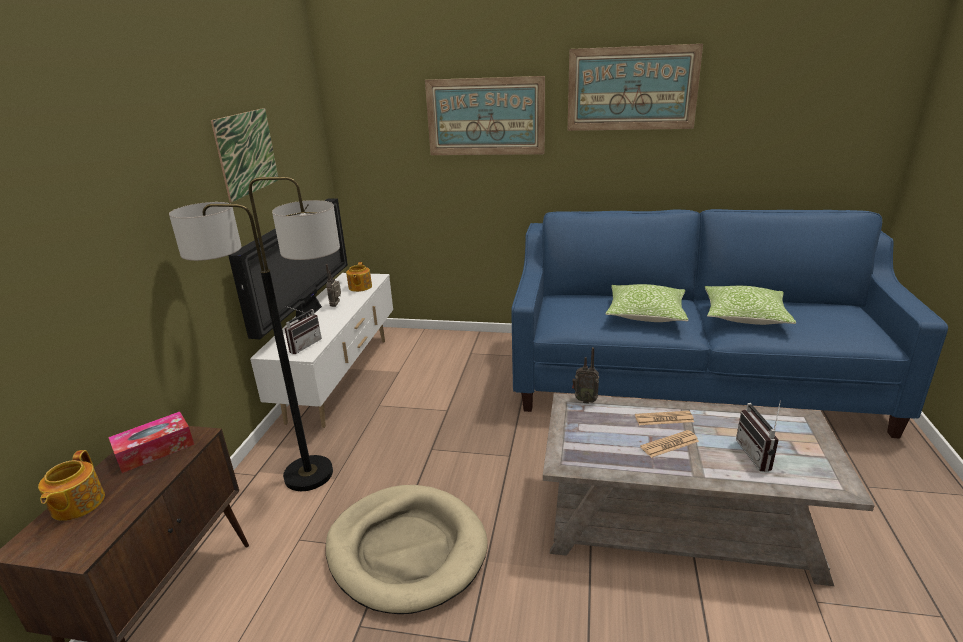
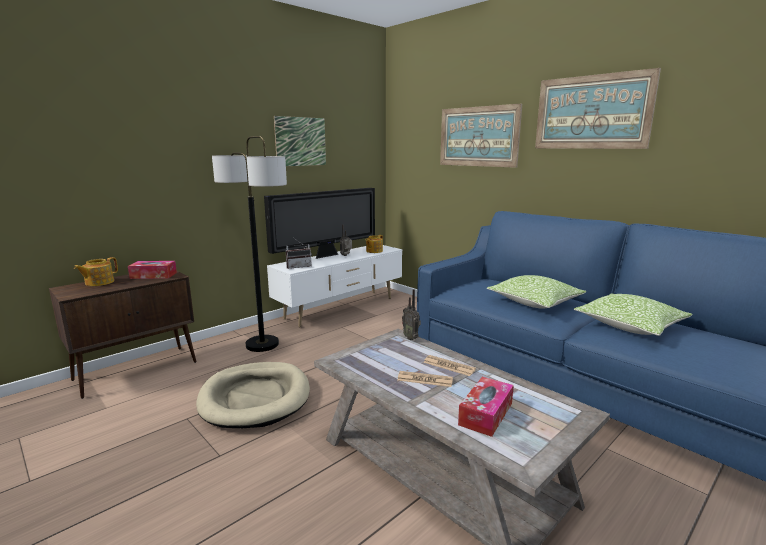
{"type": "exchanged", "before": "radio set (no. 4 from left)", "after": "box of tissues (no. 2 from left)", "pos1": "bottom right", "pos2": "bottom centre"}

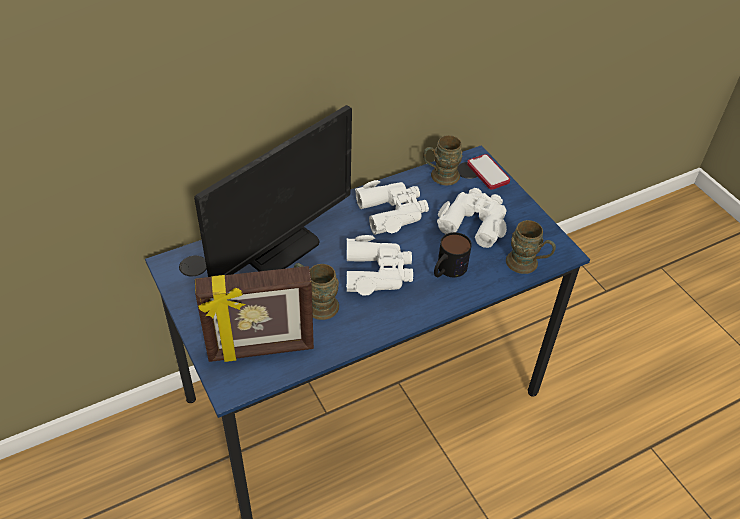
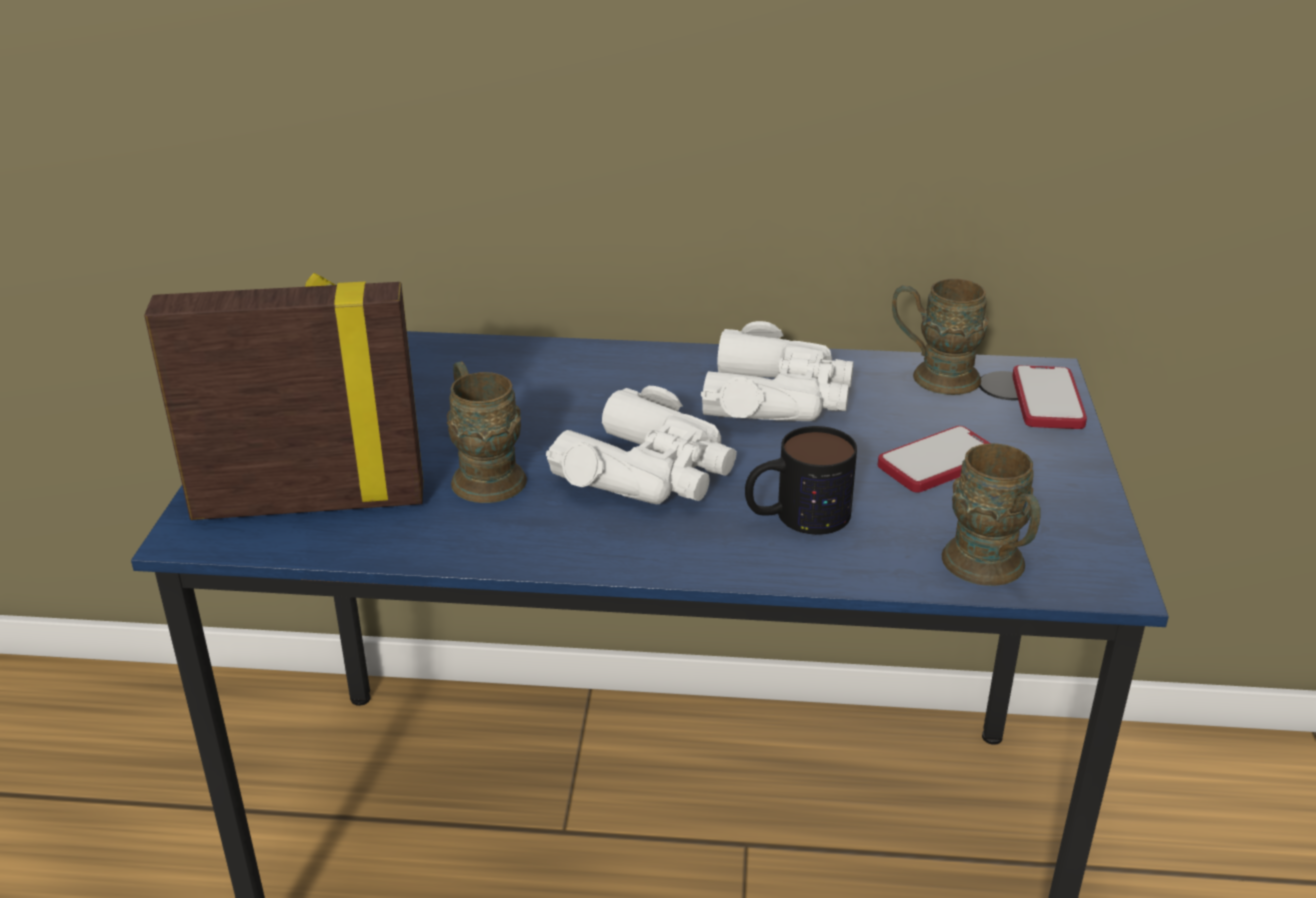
{"type": "missing", "before": "computer display", "pos1": "centre"}
{"type": "spun", "before": "standing frame", "pos1": "centre", "pos2": "middle left", "turn": 150}
{"type": "exchanged", "before": "binoculars/white-coloured (no. 3 from left)", "after": "phone (no. 1 from left)", "pos1": "centre", "pos2": "middle right"}

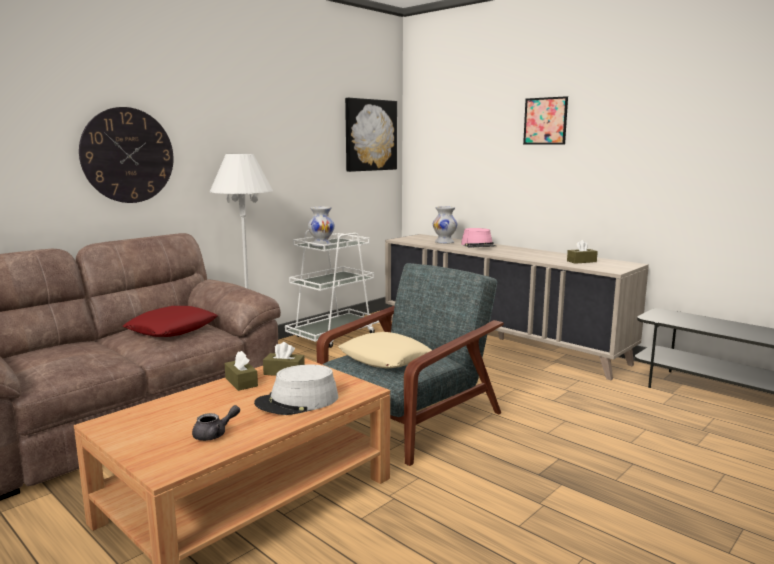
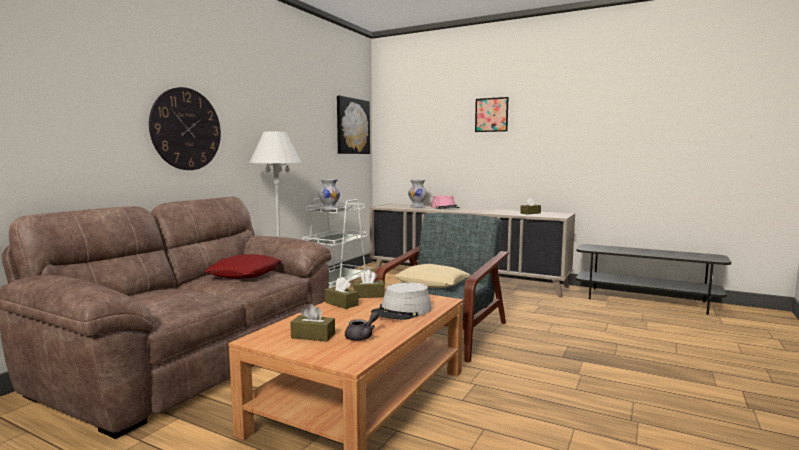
{"type": "appeared", "after": "box of tissues/brown-coloured (no. 1 from left)", "pos2": "bottom centre"}

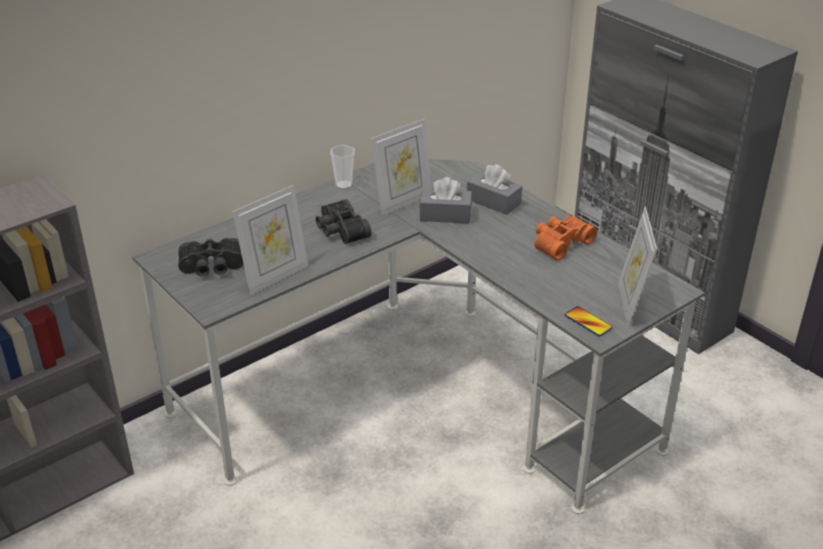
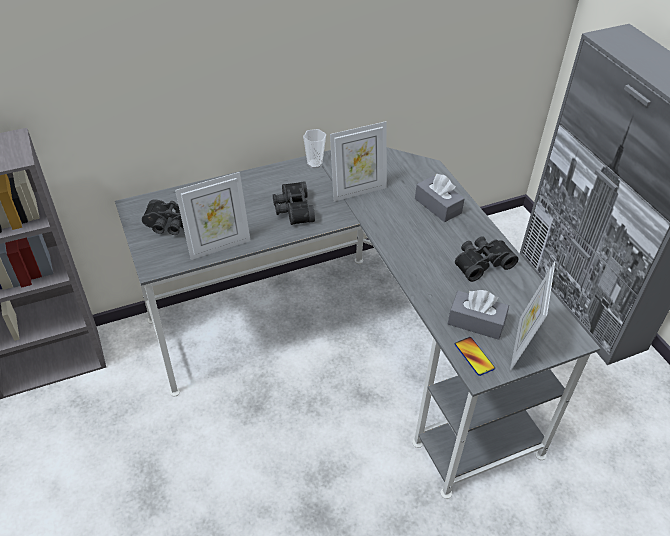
{"type": "relocated", "before": "box of tissues/gray (no. 1 from left in the first image)", "after": "box of tissues/gray (no. 2 from left)", "pos1": "centre", "pos2": "middle right"}
{"type": "colour", "before": "binoculars/orangey", "after": "binoculars/black-coloured (no. 3 from left)", "pos1": "middle right", "pos2": "middle right"}

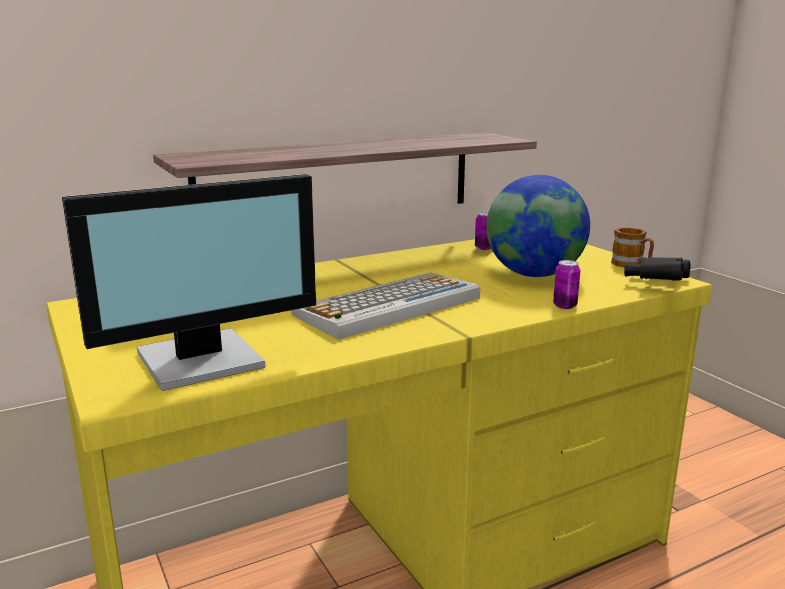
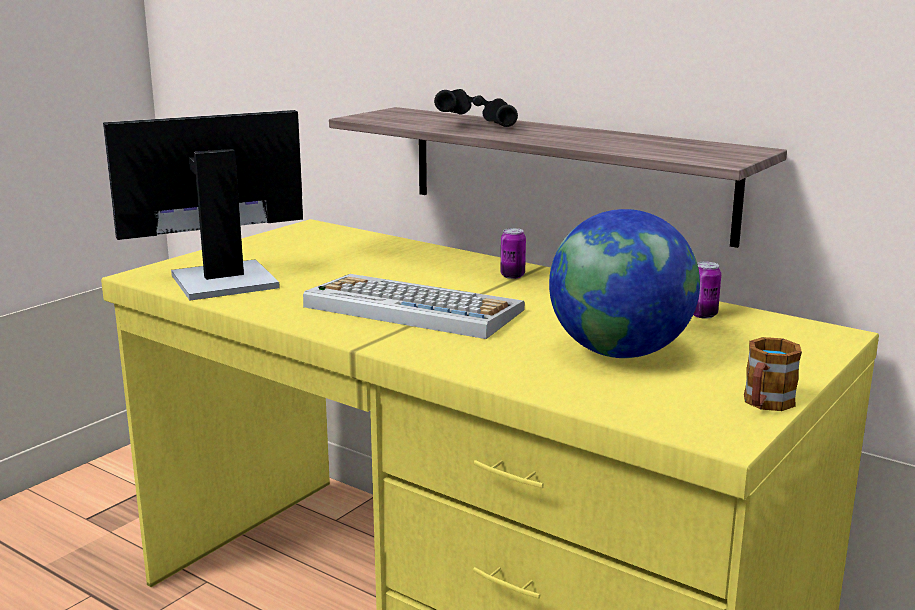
{"type": "spun", "before": "computer display", "pos1": "middle left", "pos2": "middle left", "turn": 120}
{"type": "relocated", "before": "can (no. 2 from left in the first image)", "after": "can (no. 1 from left)", "pos1": "middle right", "pos2": "centre"}
{"type": "relocated", "before": "binoculars/black-coloured", "pos1": "middle right", "pos2": "top centre"}

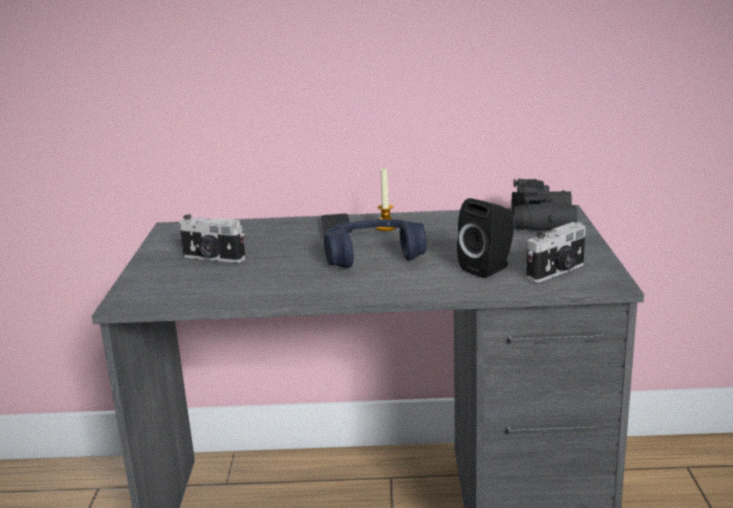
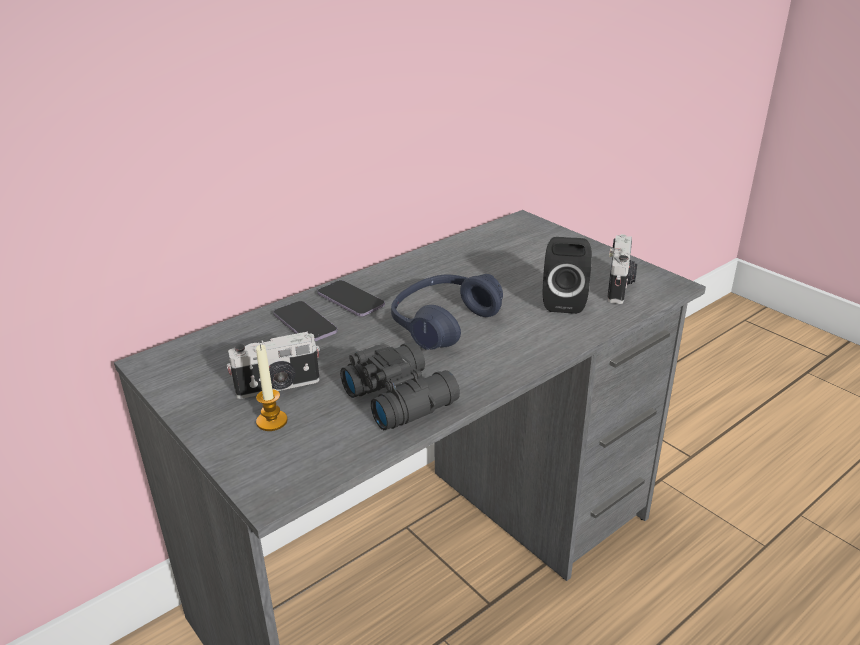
{"type": "relocated", "before": "candle", "pos1": "centre", "pos2": "middle left"}
{"type": "relocated", "before": "binoculars/black-coloured", "pos1": "middle right", "pos2": "centre"}
{"type": "appeared", "after": "phone (no. 1 from left)", "pos2": "centre"}

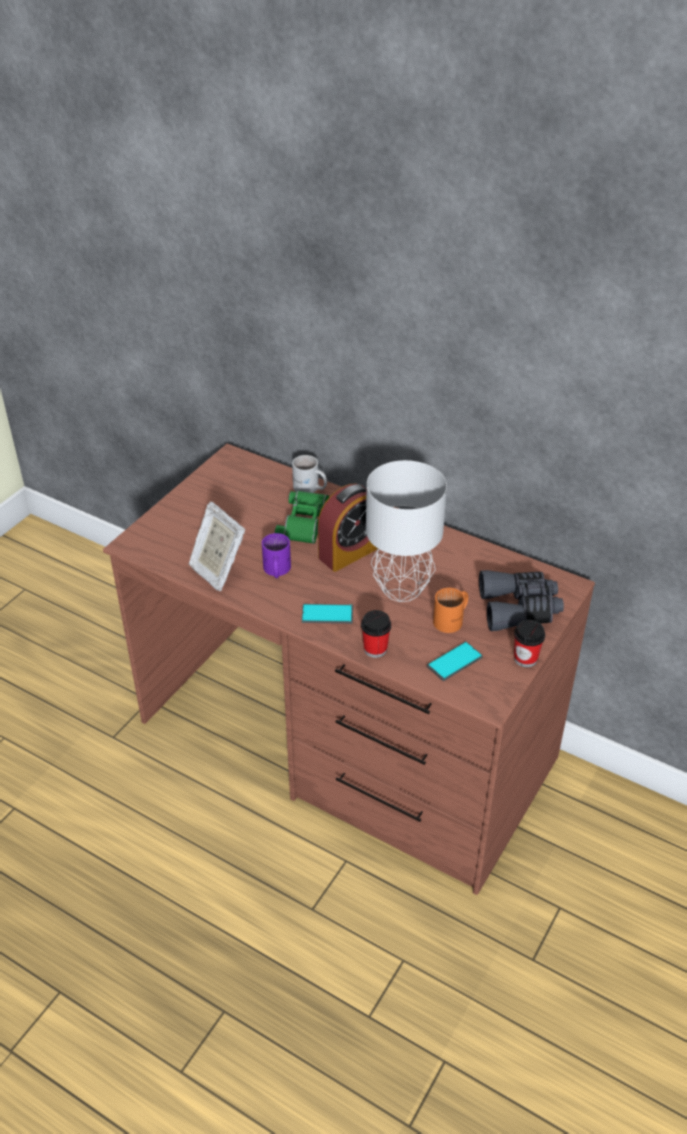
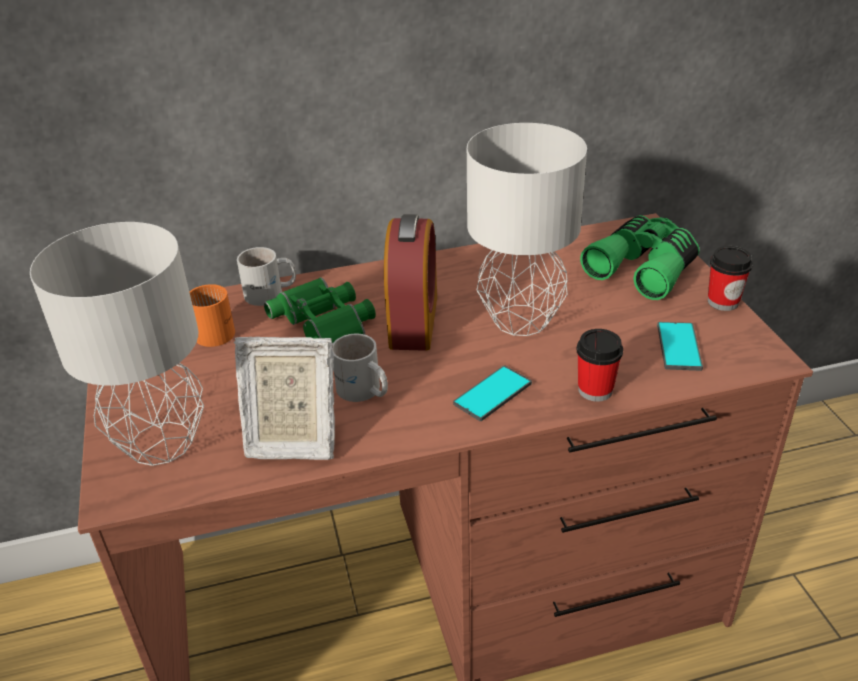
{"type": "colour", "before": "coffee mug/purplish", "after": "coffee mug/white-coloured (no. 2 from left)", "pos1": "centre", "pos2": "centre"}
{"type": "relocated", "before": "coffee mug/orangey", "pos1": "centre", "pos2": "middle left"}
{"type": "colour", "before": "binoculars/gray", "after": "binoculars/greenish (no. 2 from left)", "pos1": "middle right", "pos2": "middle right"}
{"type": "appeared", "after": "tabletop lamp/gray (no. 1 from left)", "pos2": "middle left"}

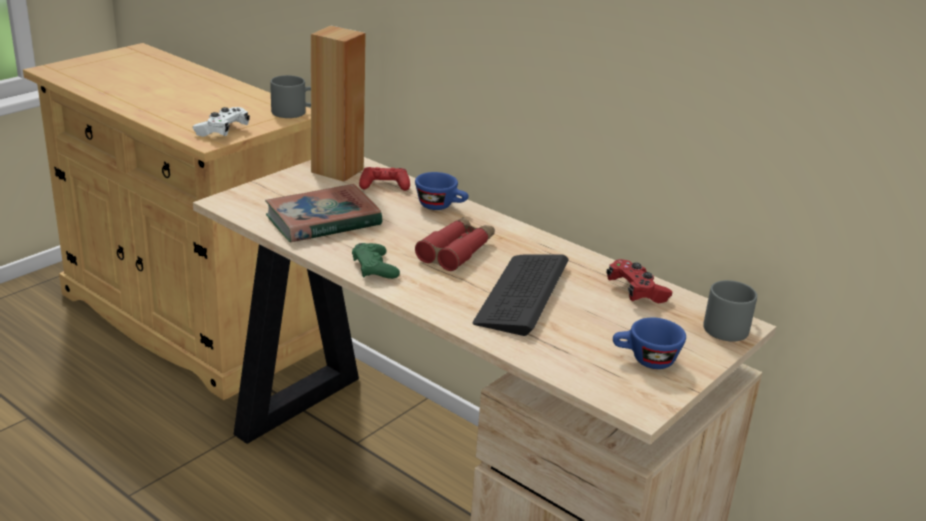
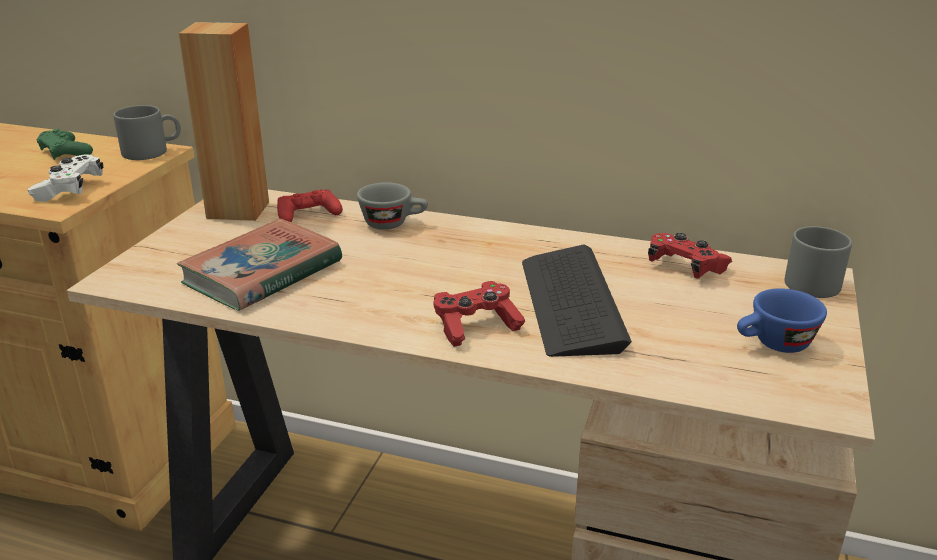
{"type": "relocated", "before": "game controller/greenish", "pos1": "centre", "pos2": "top left"}
{"type": "colour", "before": "drinking cup/blue-coloured (no. 1 from left)", "after": "drinking cup/gray", "pos1": "centre", "pos2": "centre"}
{"type": "missing", "before": "binoculars/red-coloured", "pos1": "centre"}
{"type": "appeared", "after": "game controller/red-coloured (no. 2 from left)", "pos2": "centre"}

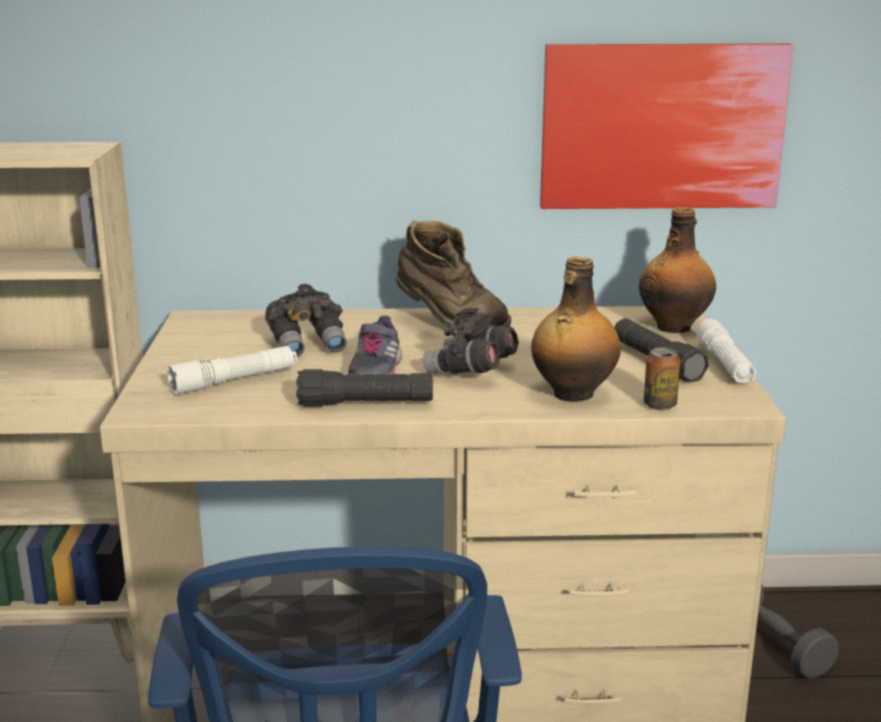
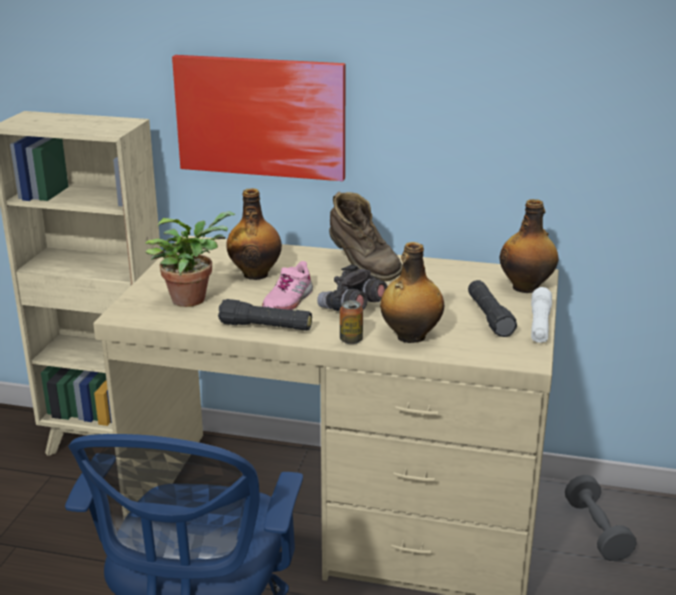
{"type": "exchanged", "before": "torch/white-coloured (no. 1 from left)", "after": "houseplant", "pos1": "middle left", "pos2": "middle left"}
{"type": "exchanged", "before": "binoculars/gray (no. 1 from left)", "after": "drink bottle (no. 1 from left)", "pos1": "centre", "pos2": "centre"}
{"type": "colour", "before": "low shoe/gray", "after": "low shoe/pink", "pos1": "centre", "pos2": "centre"}
{"type": "relocated", "before": "wall art", "pos1": "top right", "pos2": "top centre"}
{"type": "relocated", "before": "can", "pos1": "middle right", "pos2": "centre"}

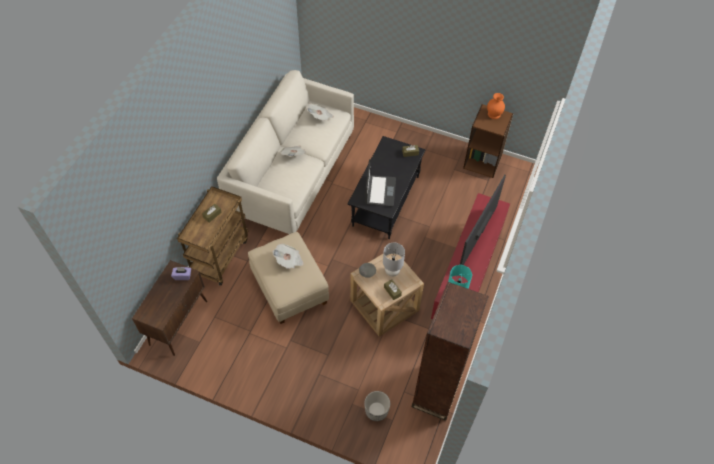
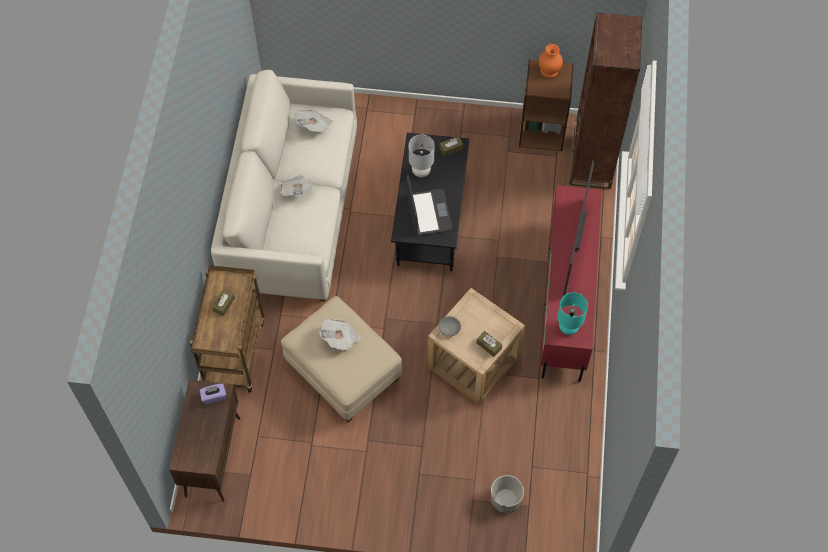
{"type": "relocated", "before": "tabletop lamp/gray", "pos1": "centre", "pos2": "top centre"}
{"type": "relocated", "before": "shelving unit/brown-coloured (no. 1 from left in the first image)", "after": "shelving unit/brown-coloured (no. 2 from left)", "pos1": "bottom centre", "pos2": "top right"}

